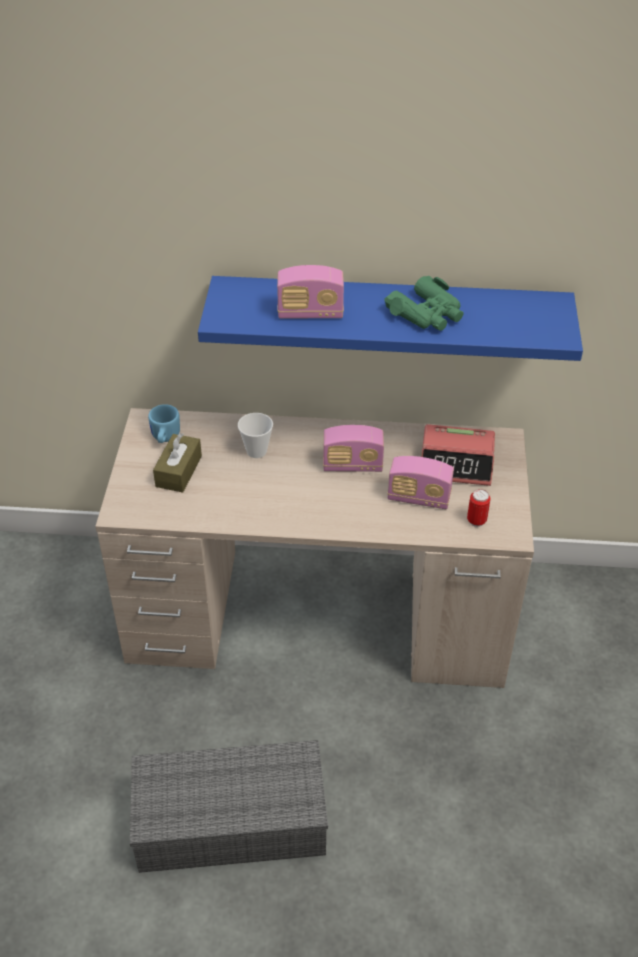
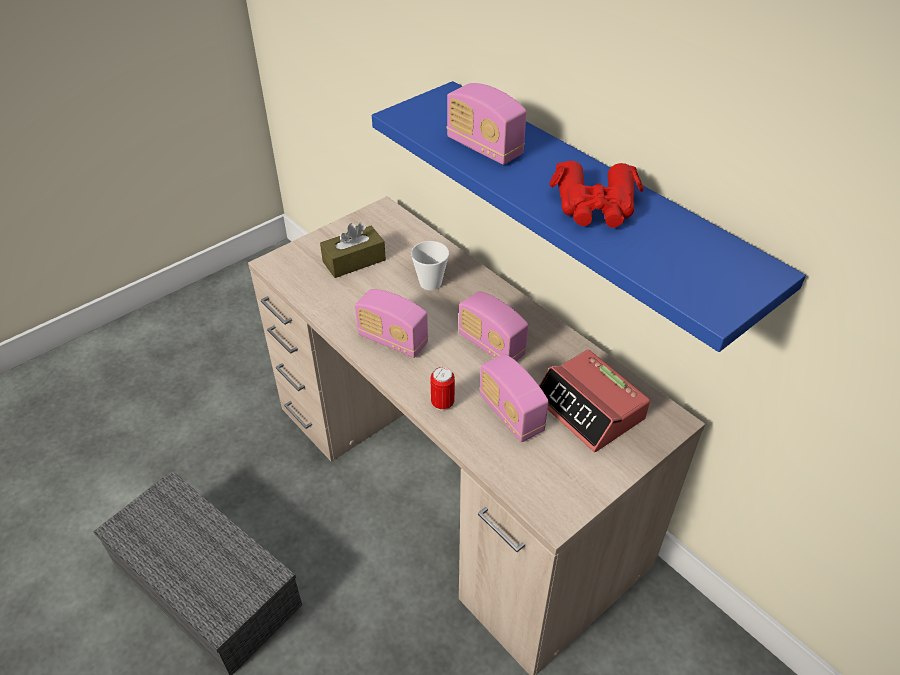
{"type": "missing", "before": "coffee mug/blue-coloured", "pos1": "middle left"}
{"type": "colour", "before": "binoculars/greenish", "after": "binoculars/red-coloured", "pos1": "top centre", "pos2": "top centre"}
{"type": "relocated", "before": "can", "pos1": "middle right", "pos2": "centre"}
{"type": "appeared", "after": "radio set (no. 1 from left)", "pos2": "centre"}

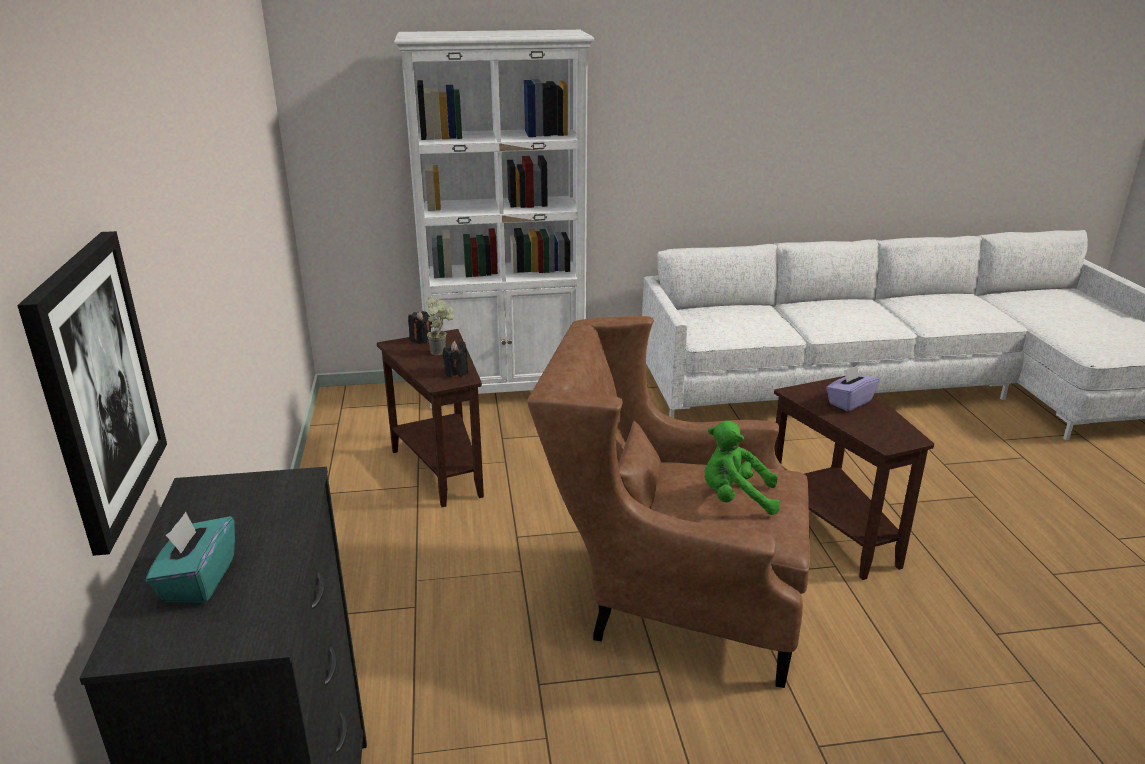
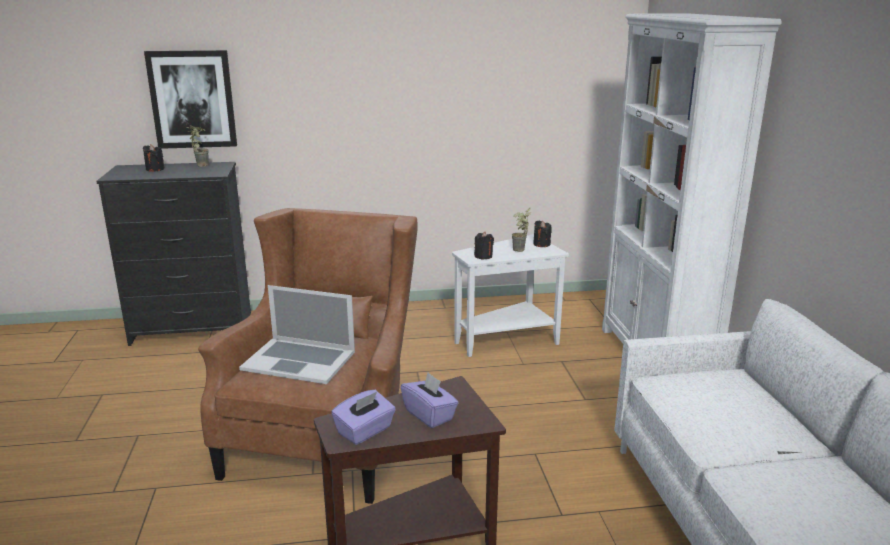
{"type": "exchanged", "before": "box of tissues/turquoise-coloured", "after": "candle/black-coloured (no. 1 from left)", "pos1": "bottom left", "pos2": "top left"}
{"type": "colour", "before": "end table/brown-coloured (no. 1 from left)", "after": "end table/white-coloured", "pos1": "centre", "pos2": "centre"}
{"type": "exchanged", "before": "soft toy/greenish", "after": "laptop", "pos1": "centre", "pos2": "centre"}
{"type": "appeared", "after": "houseplant (no. 1 from left)", "pos2": "top left"}
{"type": "appeared", "after": "box of tissues/purplish (no. 1 from left)", "pos2": "bottom centre"}

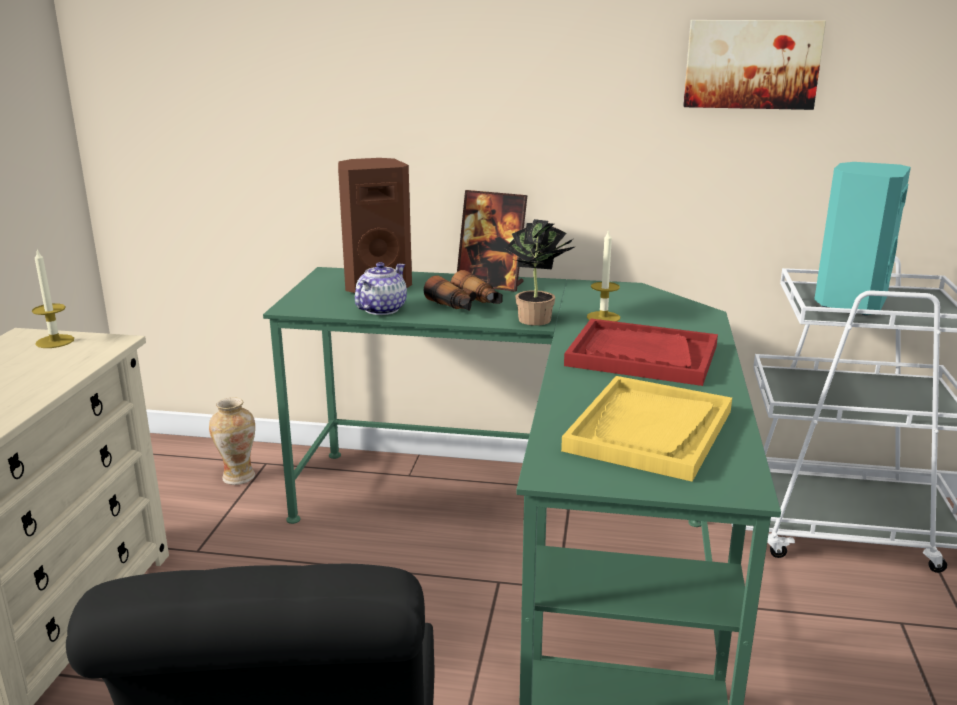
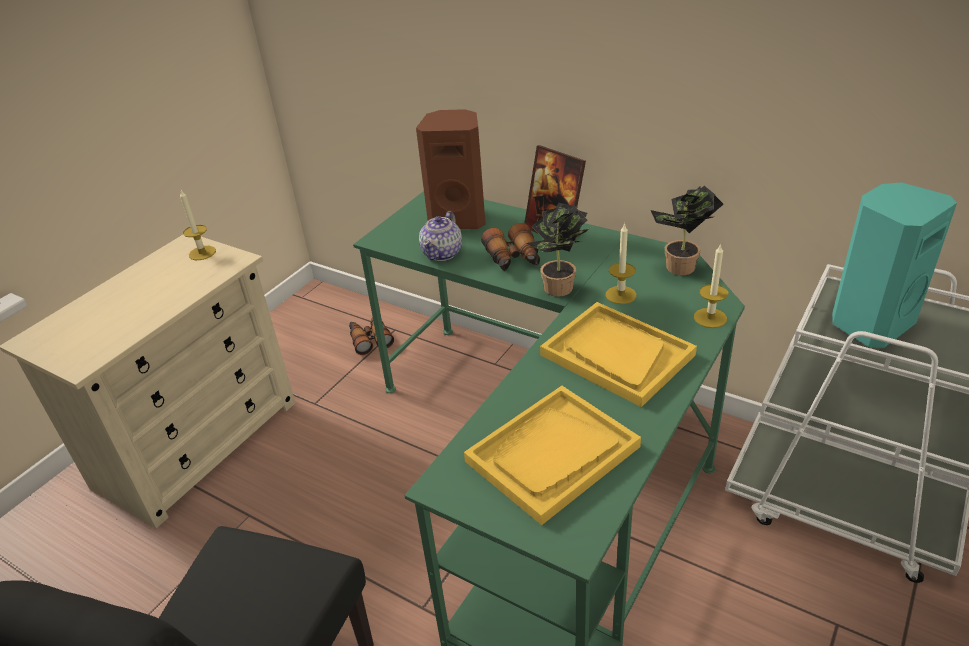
{"type": "exchanged", "before": "flower vase", "after": "binoculars (no. 1 from left)", "pos1": "middle left", "pos2": "centre"}
{"type": "spun", "before": "tea pot", "pos1": "centre", "pos2": "centre", "turn": 150}
{"type": "colour", "before": "serving tray/red-coloured", "after": "serving tray/yellowish (no. 2 from left)", "pos1": "middle right", "pos2": "centre"}
{"type": "missing", "before": "wall art", "pos1": "top right"}
{"type": "appeared", "after": "houseplant (no. 2 from left)", "pos2": "middle right"}
{"type": "appeared", "after": "candle (no. 3 from left)", "pos2": "middle right"}

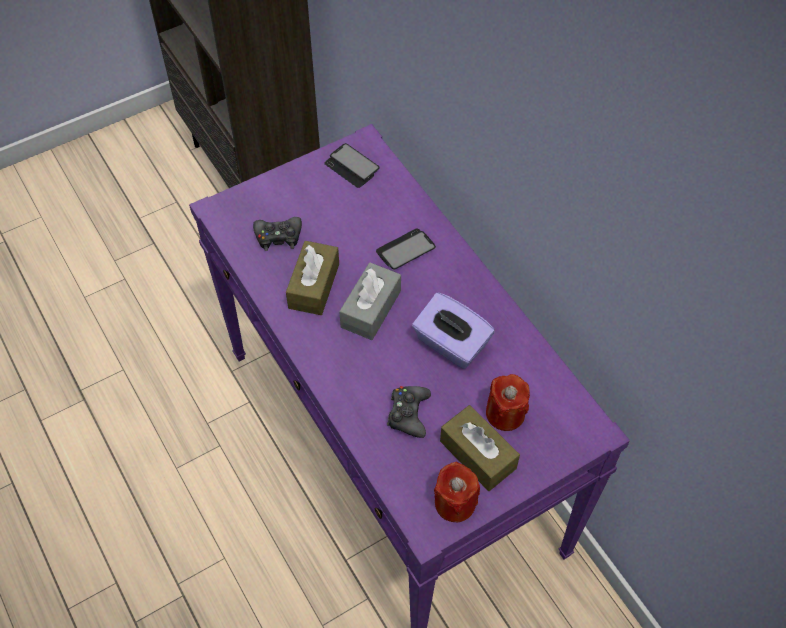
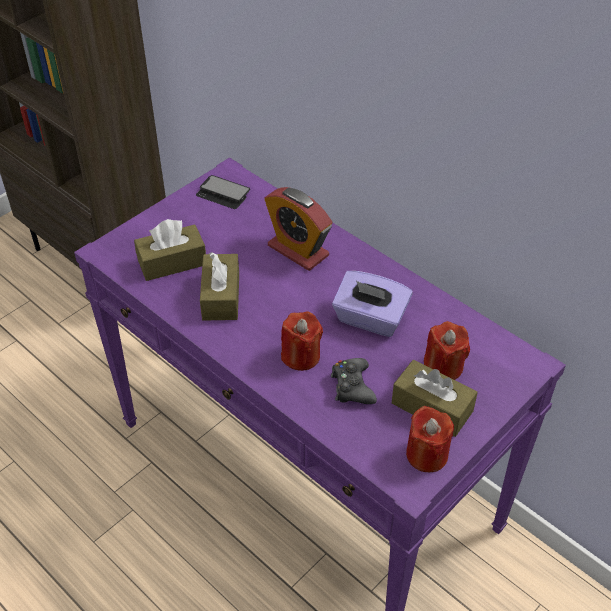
{"type": "exchanged", "before": "game controller/black-coloured (no. 1 from left)", "after": "box of tissues/brown-coloured (no. 1 from left)", "pos1": "centre", "pos2": "middle left"}
{"type": "missing", "before": "box of tissues/gray", "pos1": "centre"}
{"type": "exchanged", "before": "phone (no. 2 from left)", "after": "alarm clock", "pos1": "centre", "pos2": "centre"}
{"type": "appeared", "after": "candle/red-coloured (no. 1 from left)", "pos2": "centre"}

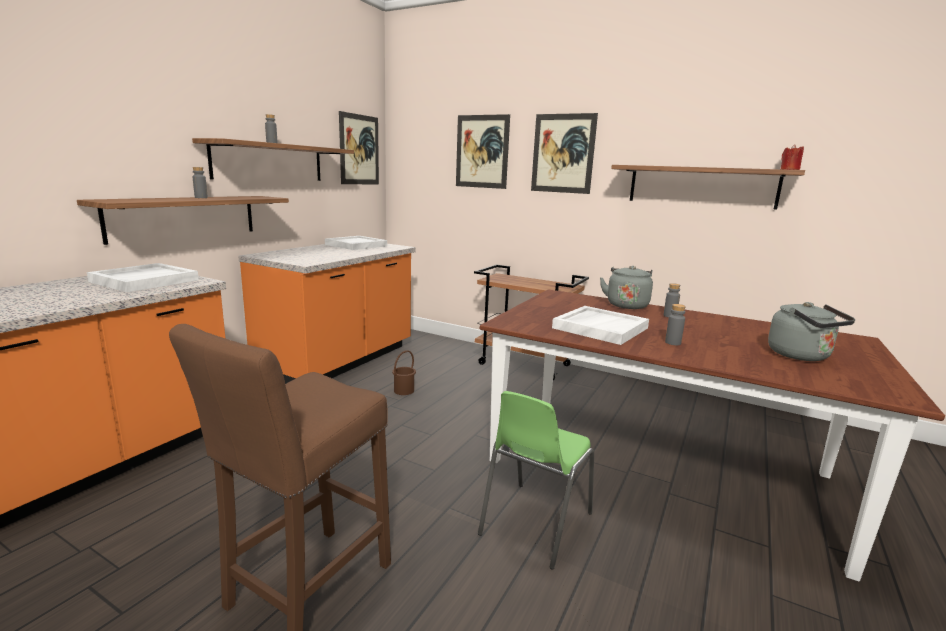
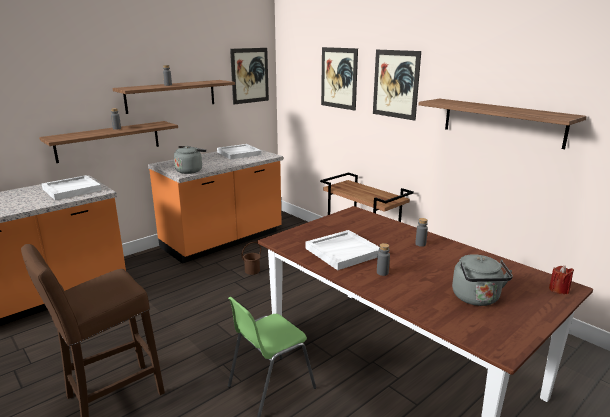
{"type": "relocated", "before": "water kettle/gray (no. 1 from left)", "pos1": "centre", "pos2": "middle left"}
{"type": "relocated", "before": "candle/red-coloured", "pos1": "top right", "pos2": "bottom right"}

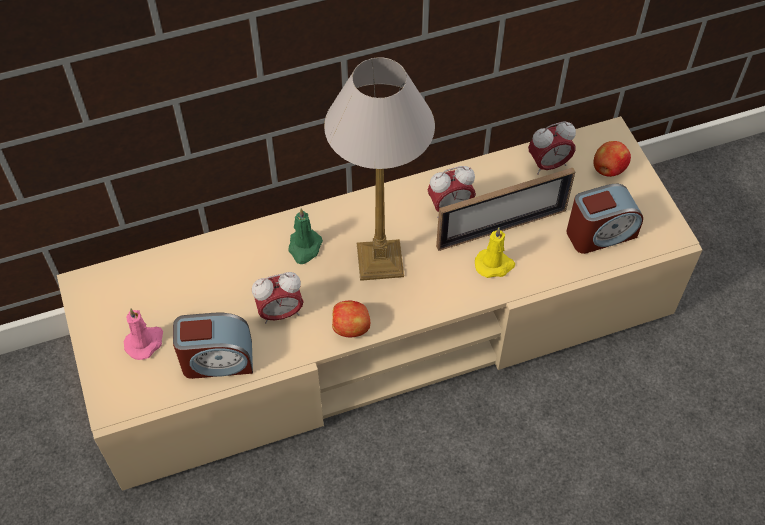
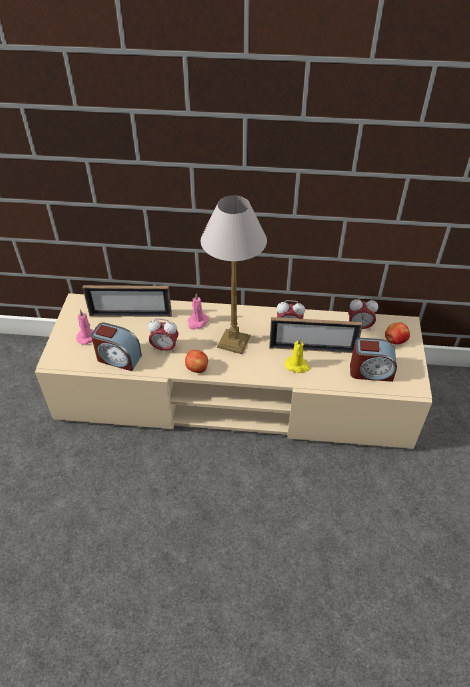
{"type": "colour", "before": "candle/greenish", "after": "candle/pink (no. 2 from left)", "pos1": "centre", "pos2": "centre"}
{"type": "appeared", "after": "standing frame (no. 1 from left)", "pos2": "middle left"}

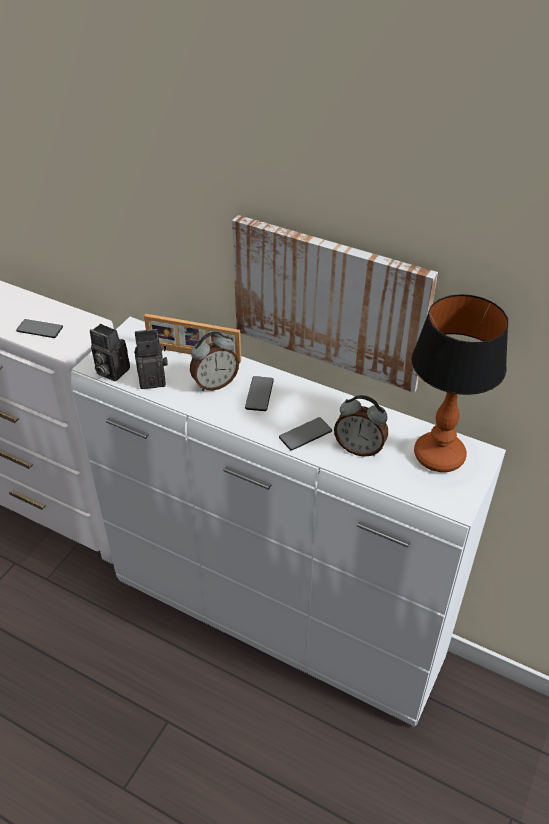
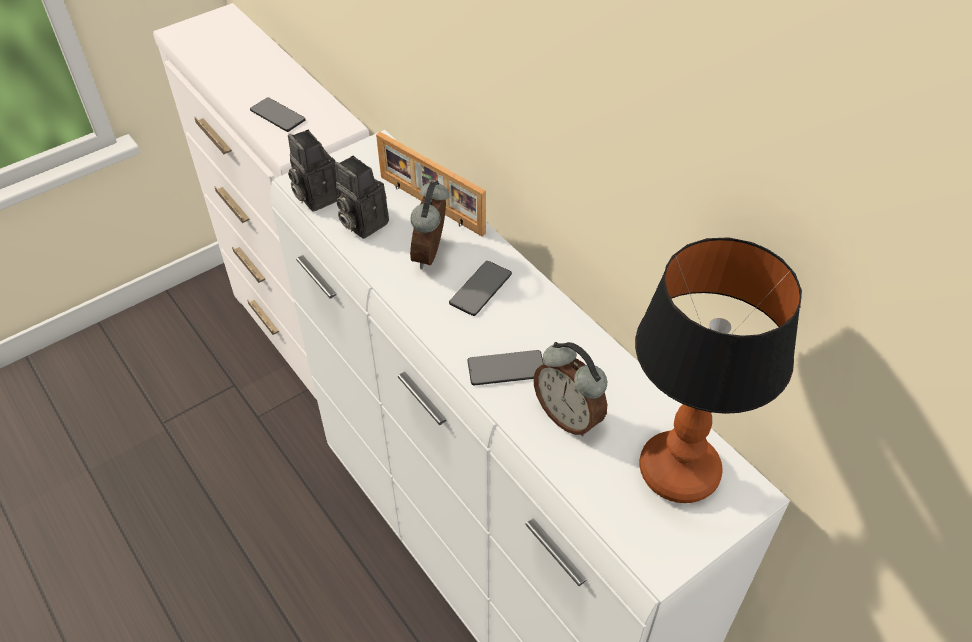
{"type": "spun", "before": "photo camera (no. 2 from left)", "pos1": "middle left", "pos2": "top centre", "turn": -150}
{"type": "spun", "before": "alarm clock (no. 1 from left)", "pos1": "centre", "pos2": "centre", "turn": 105}
{"type": "missing", "before": "wall art", "pos1": "centre"}

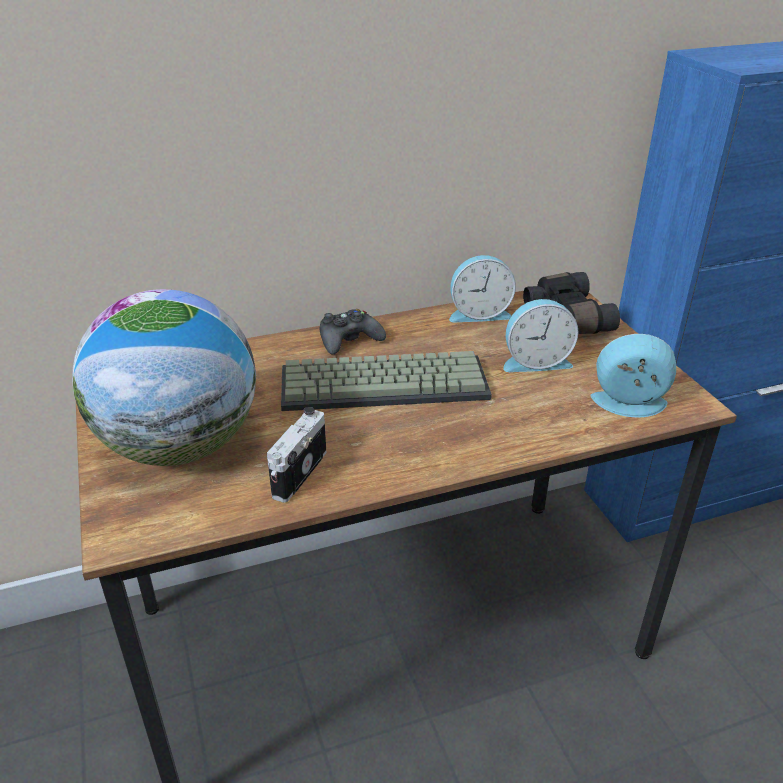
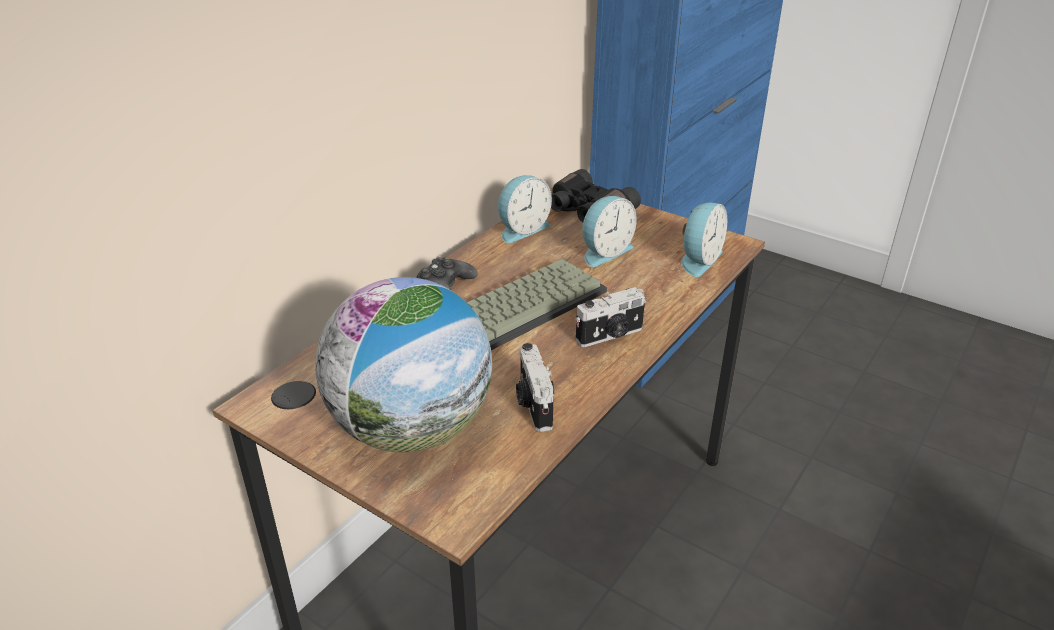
{"type": "spun", "before": "alarm clock (no. 3 from left)", "pos1": "middle right", "pos2": "middle right", "turn": 150}
{"type": "appeared", "after": "photo camera (no. 2 from left)", "pos2": "centre"}

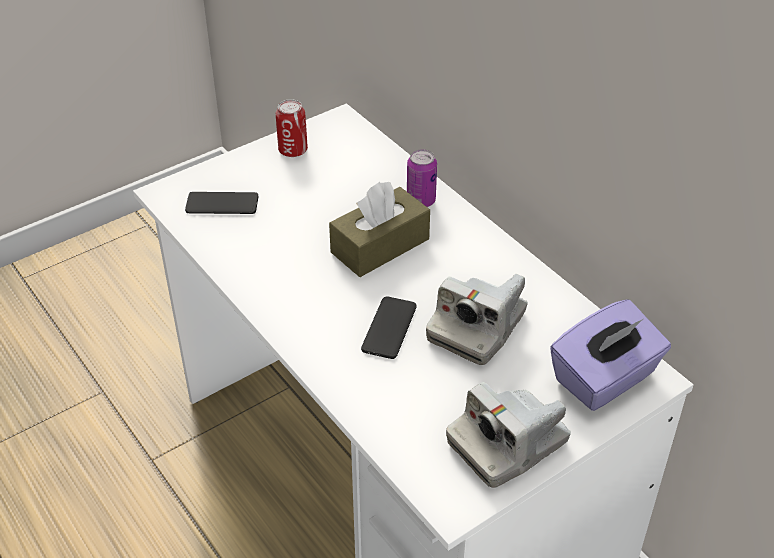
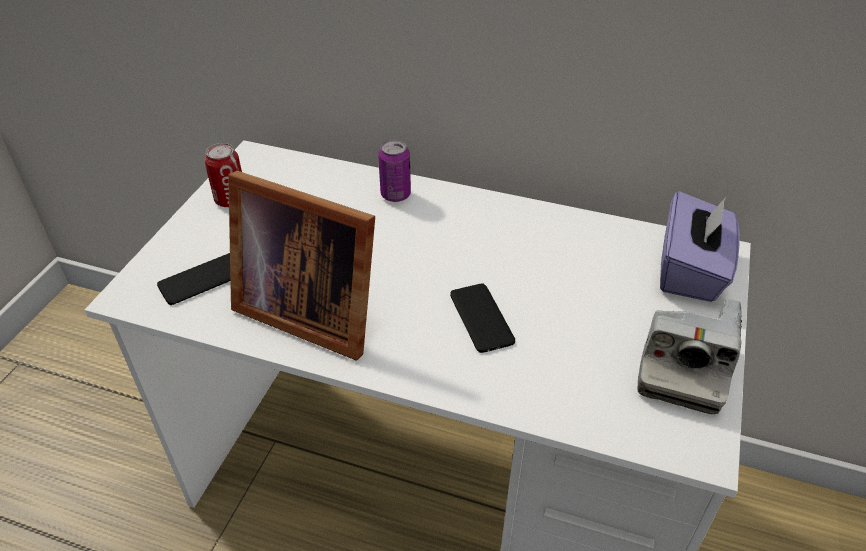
{"type": "missing", "before": "box of tissues/brown-coloured", "pos1": "centre"}
{"type": "missing", "before": "photo camera (no. 1 from left)", "pos1": "centre"}
{"type": "appeared", "after": "standing frame", "pos2": "centre"}

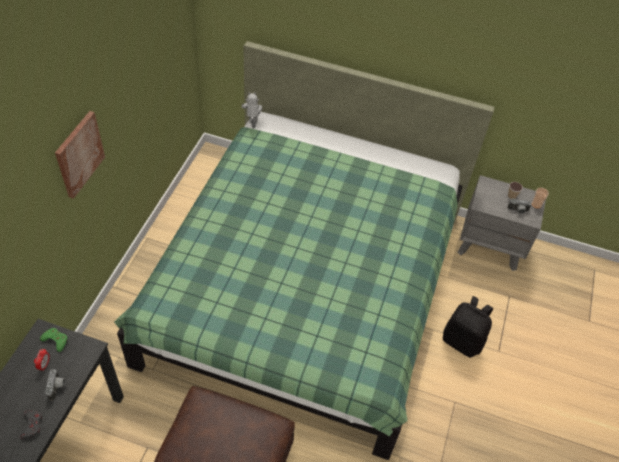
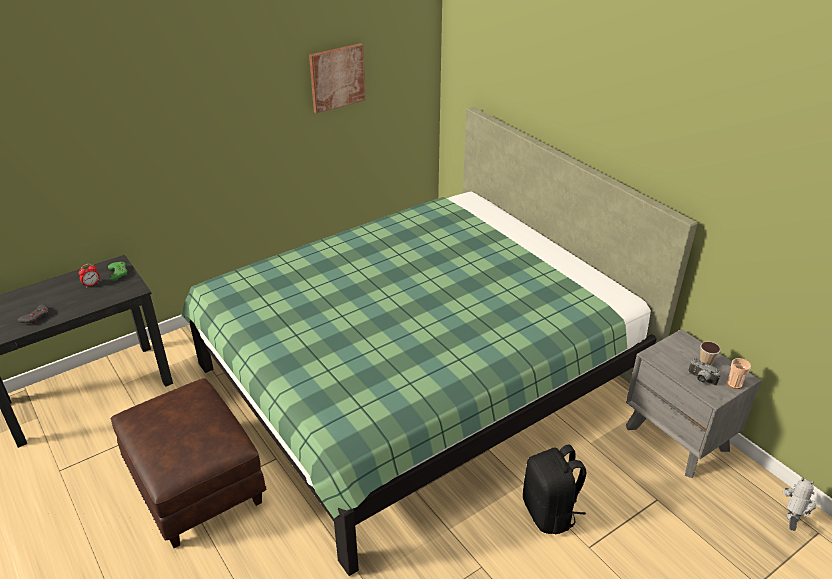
{"type": "missing", "before": "photo camera (no. 1 from left)", "pos1": "bottom left"}
{"type": "relocated", "before": "wall art", "pos1": "middle left", "pos2": "top centre"}
{"type": "relocated", "before": "model robot", "pos1": "top centre", "pos2": "bottom right"}

